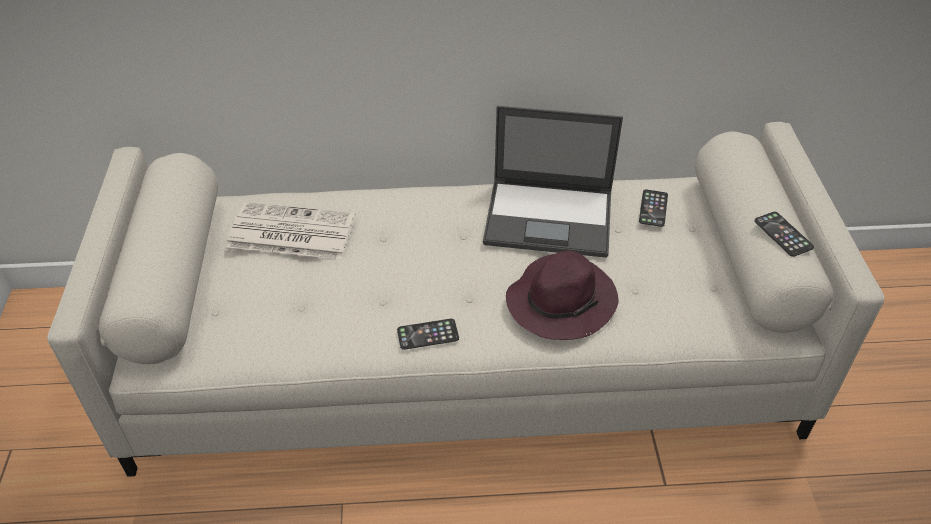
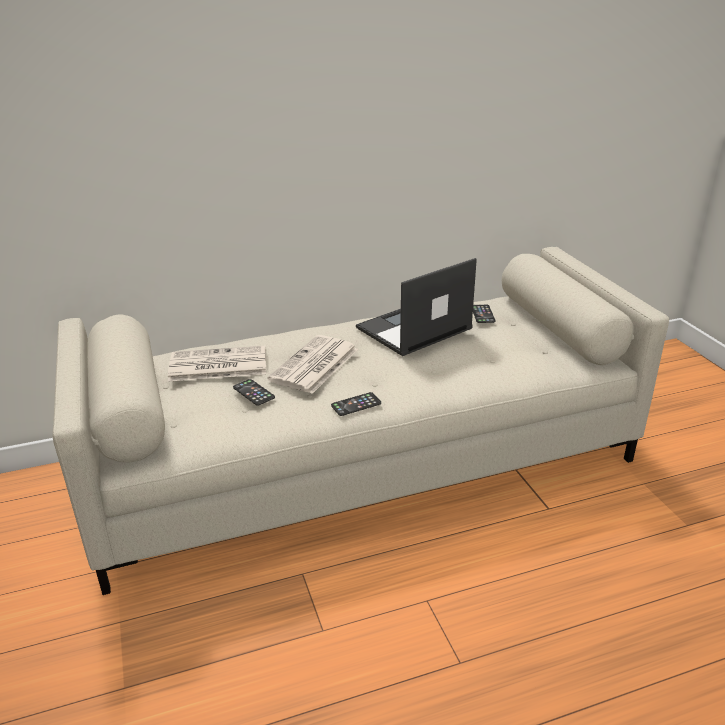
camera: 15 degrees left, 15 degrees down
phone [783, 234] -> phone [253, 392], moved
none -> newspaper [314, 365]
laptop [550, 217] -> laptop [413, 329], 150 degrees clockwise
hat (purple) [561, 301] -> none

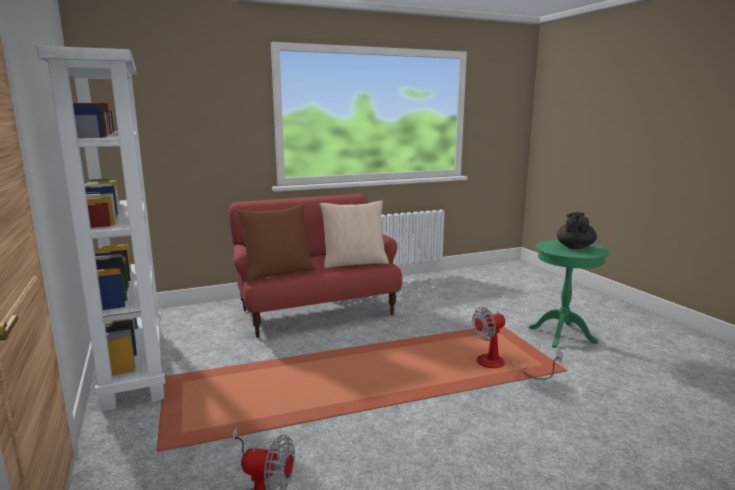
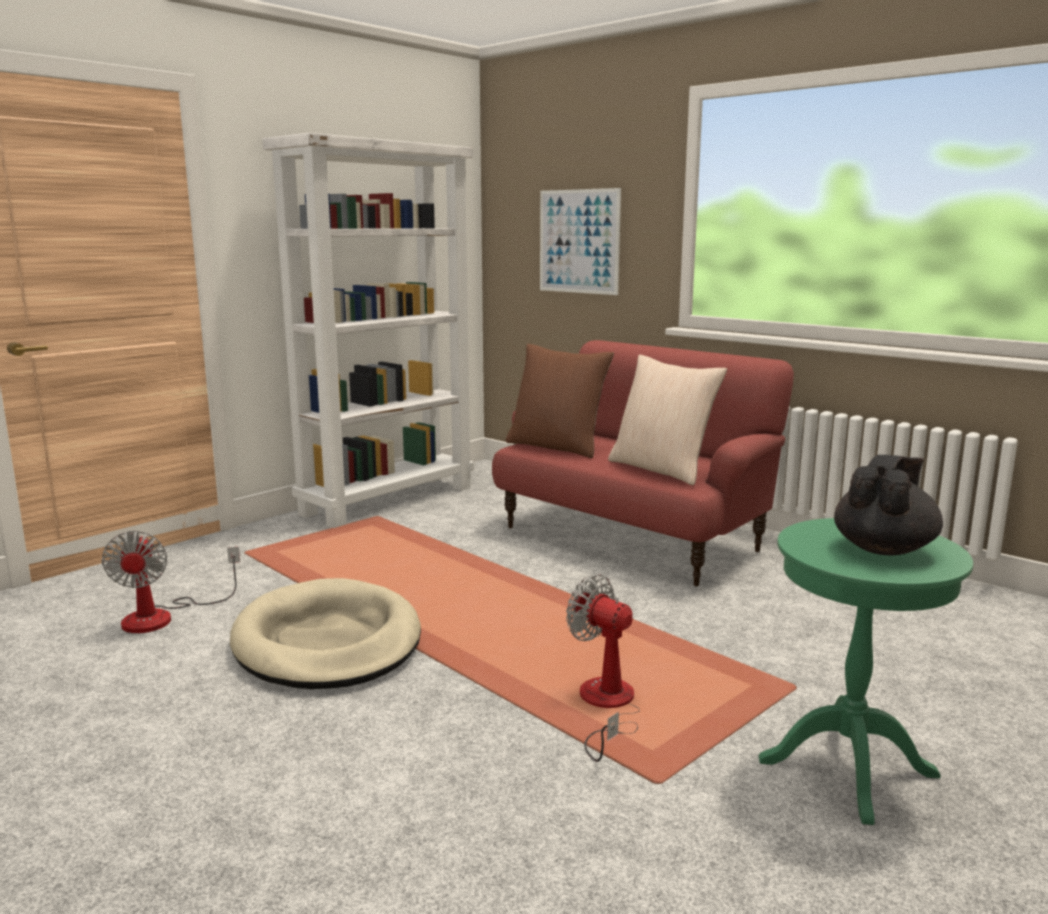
camera: 65 degrees right, 0 degrees up
none -> dog bed (beige) [328, 642]
none -> picture [579, 241]
teapot (black) [574, 247] -> teapot (black) [884, 549], 45 degrees counterclockwise

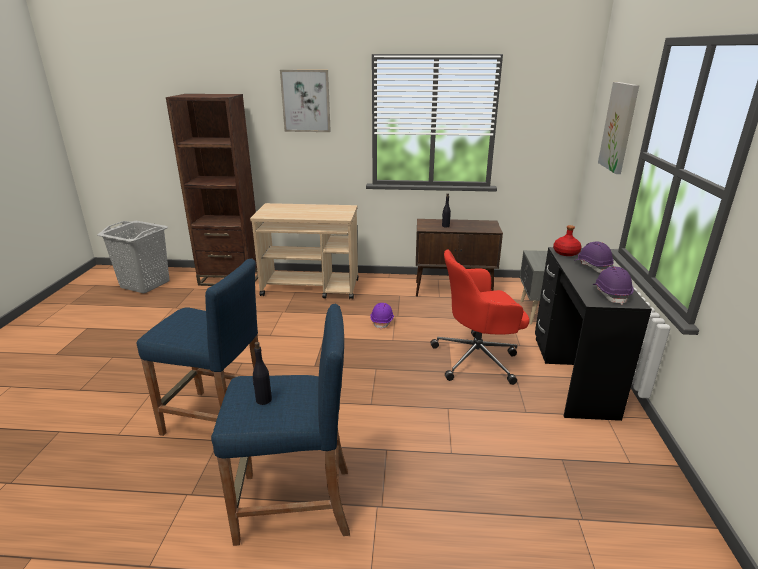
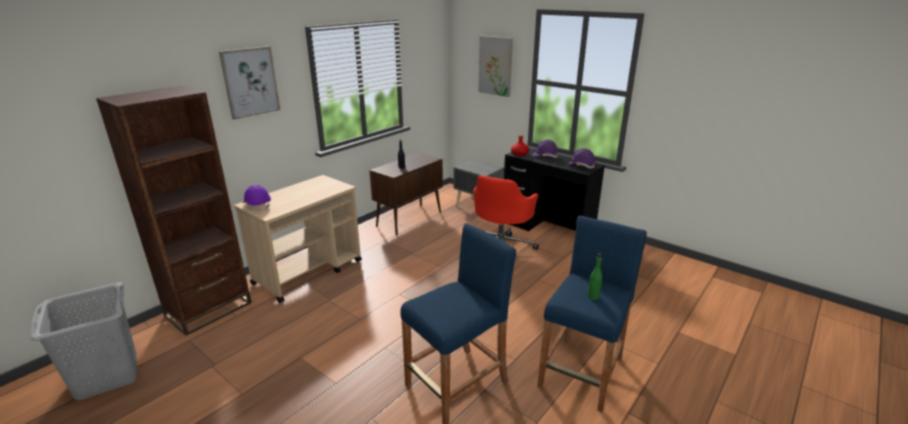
camera: 55 degrees left, 0 degrees up
hard hat (purple) [382, 321] -> hard hat (purple) [257, 205], moved
bottle (black) [263, 400] -> bottle (green) [593, 296]

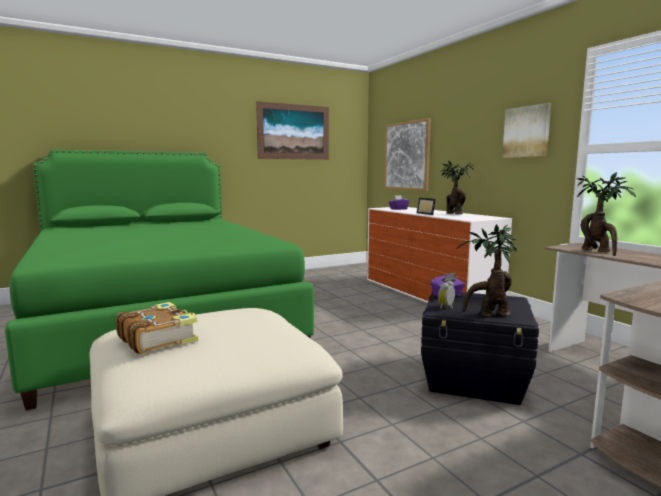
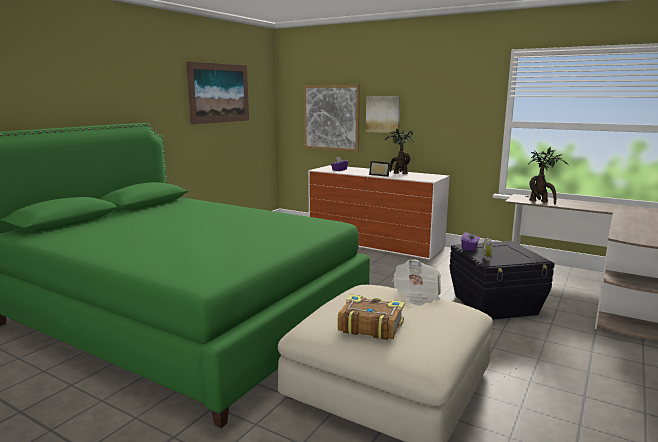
camera: 30 degrees left, 5 degrees up
picture [526, 132] -> picture [383, 114], moved
none -> newspaper [416, 295]
potted plant [489, 314] -> none

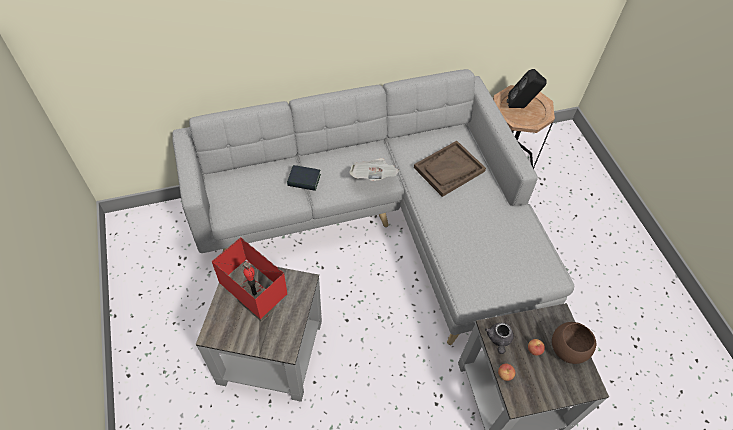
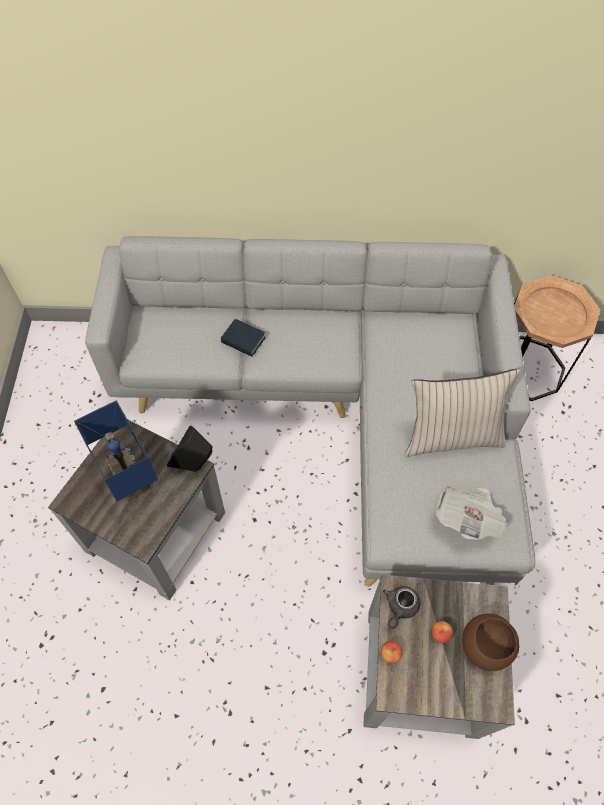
camera: 20 degrees right, 5 degrees up
table lamp (red) [255, 305] -> table lamp (blue) [128, 480]
speaker (black) [521, 107] -> speaker (black) [195, 467], moved
none -> pillow (beige) [451, 436]
newspaper [373, 177] -> newspaper [467, 518], moved
tray (brown) [449, 169] -> none

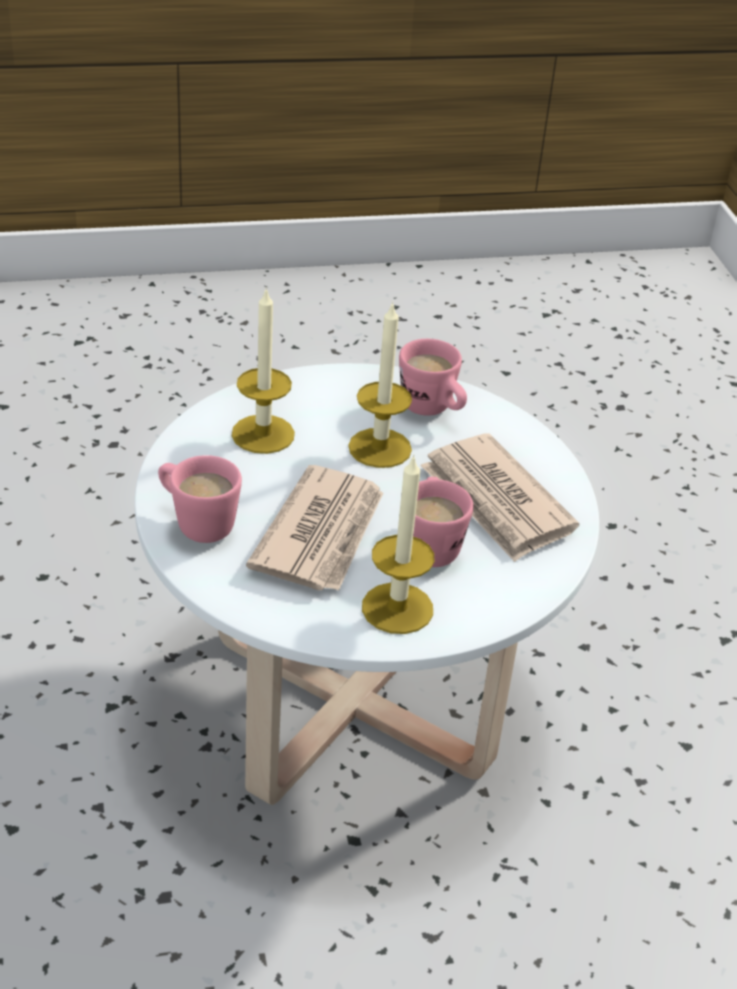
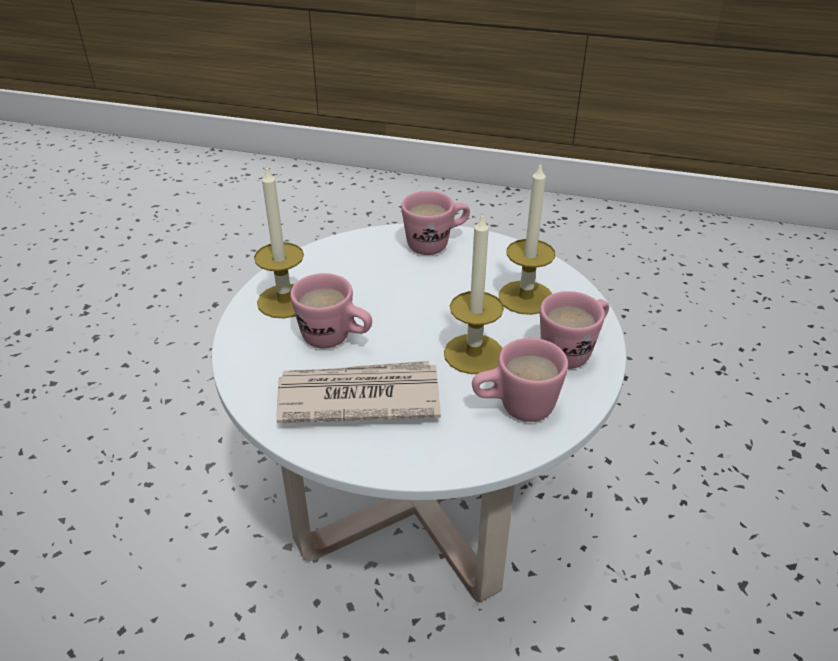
camera: 120 degrees right, 0 degrees up
none -> mug (pink) [573, 351]
newspaper [322, 534] -> none

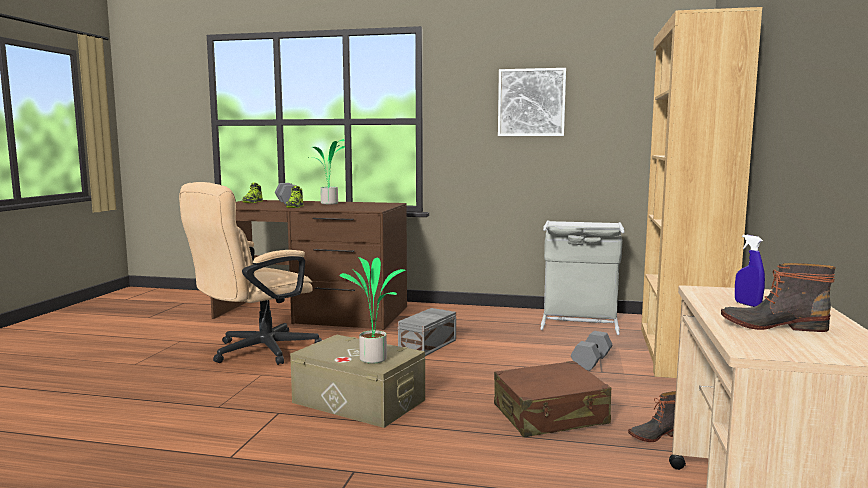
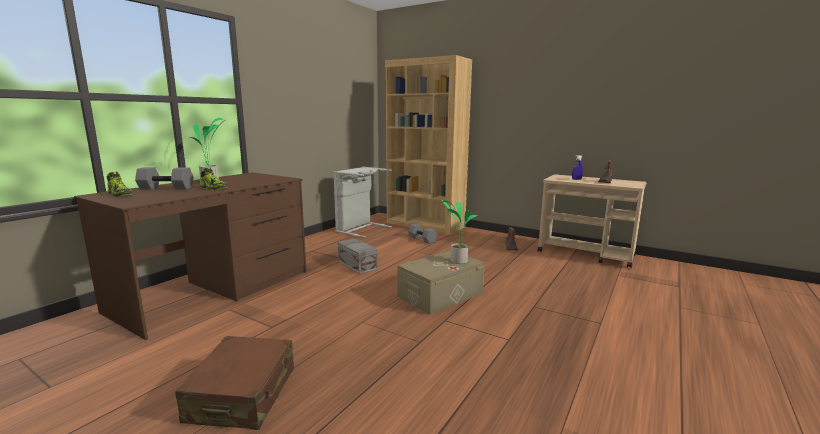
camera: 70 degrees left, 5 degrees up
suitcase (brown) [550, 415] -> suitcase (brown) [243, 394], moved
office chair (beige) [255, 352] -> none
picture [531, 102] -> none

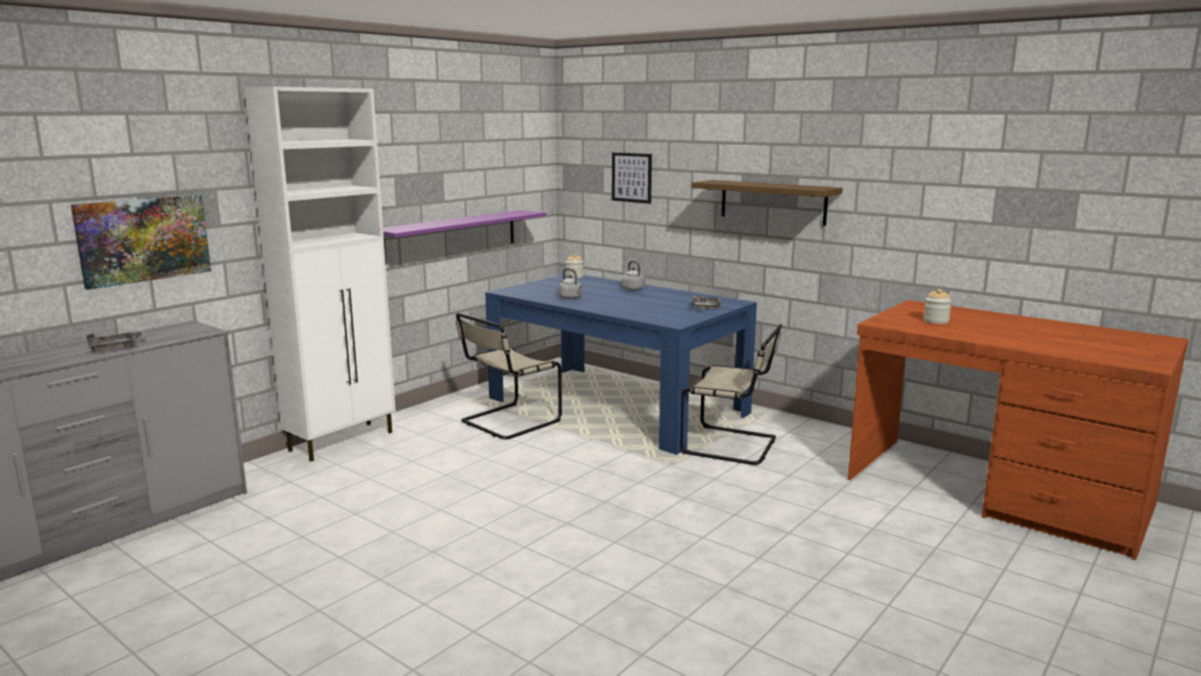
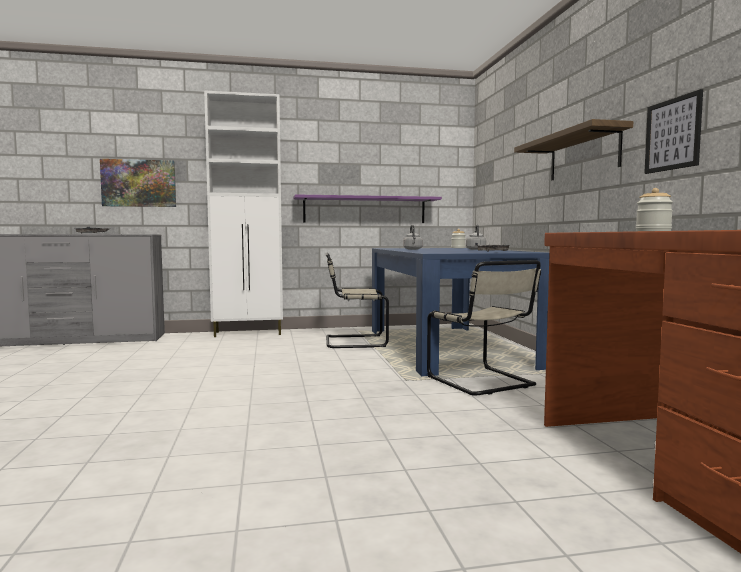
camera: 40 degrees right, 10 degrees down
picture [631, 177] -> picture [672, 134], moved

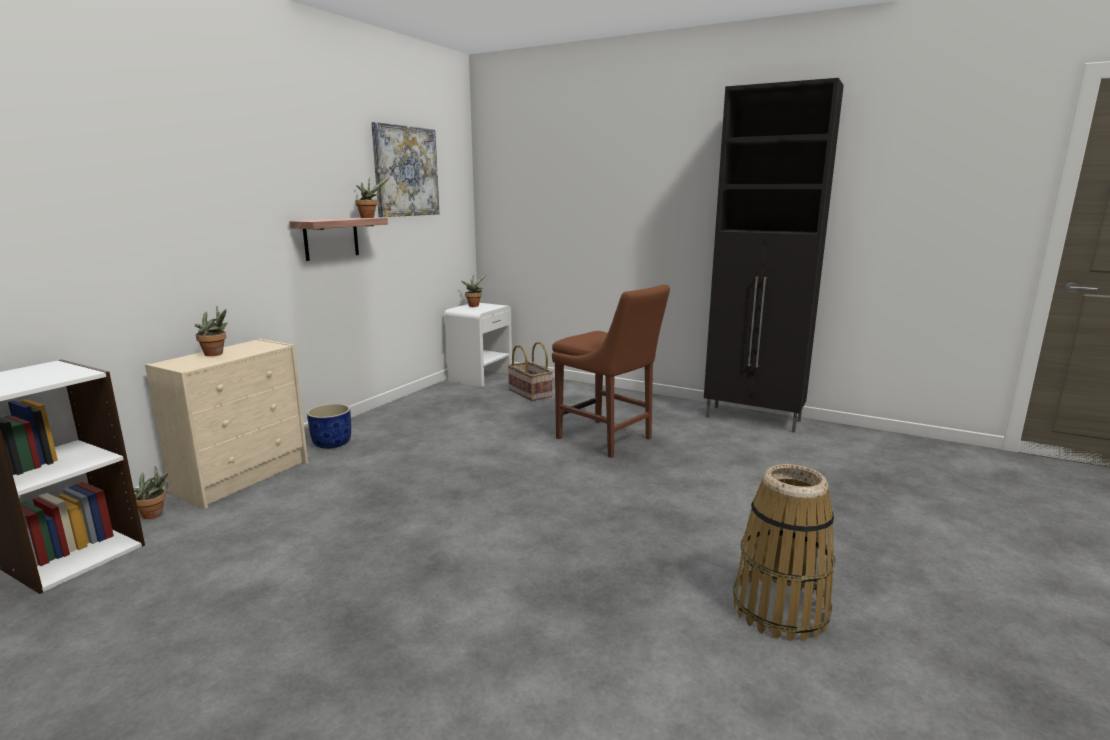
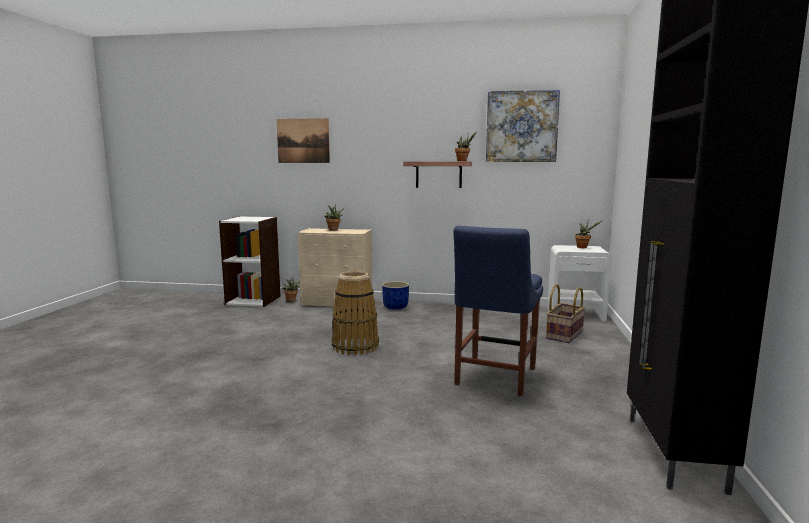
camera: 70 degrees right, 5 degrees down
none -> picture [303, 141]
basket [780, 610] -> basket [355, 346], moved
chair (brown) [607, 439] -> chair (blue) [494, 378]

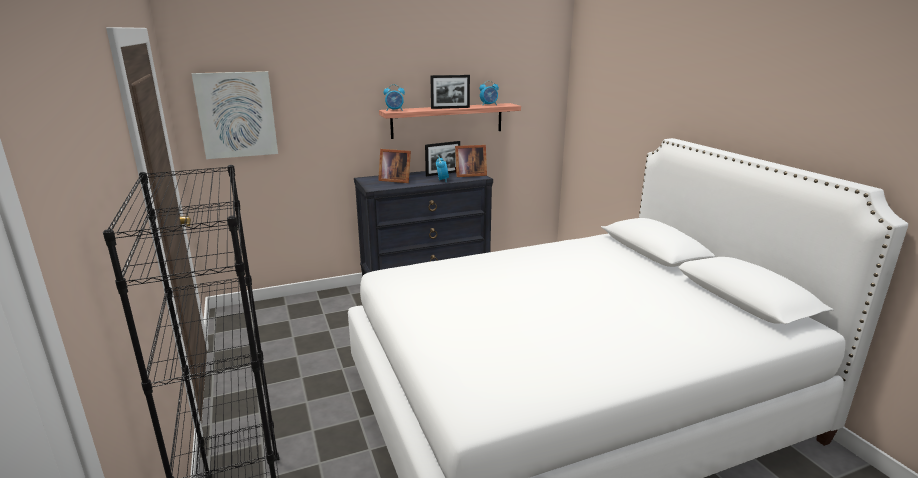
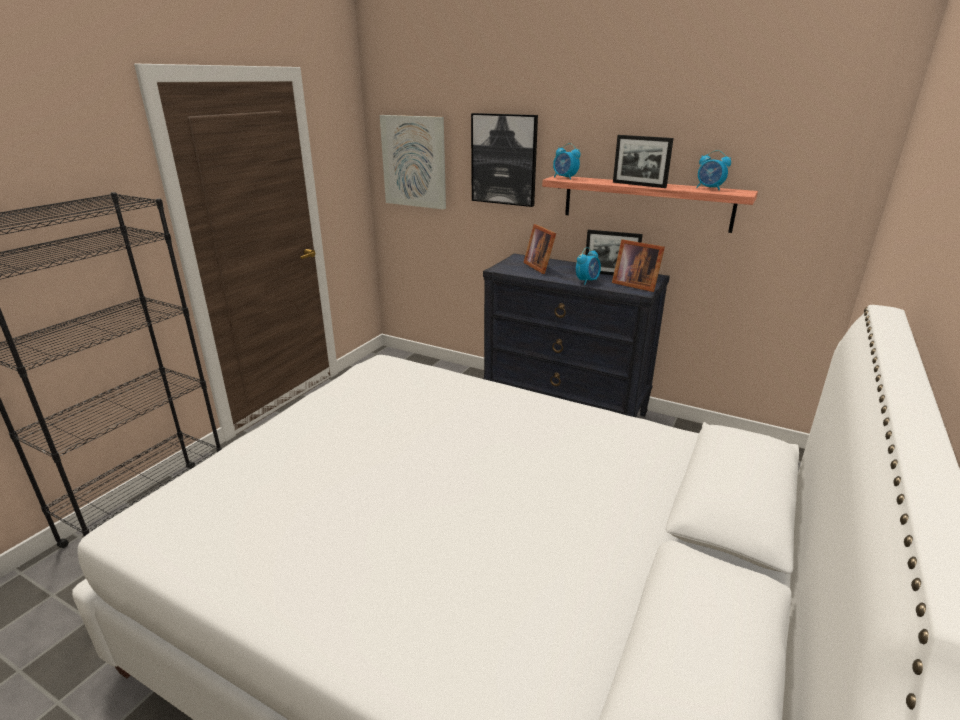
camera: 50 degrees right, 5 degrees up
none -> picture [504, 159]

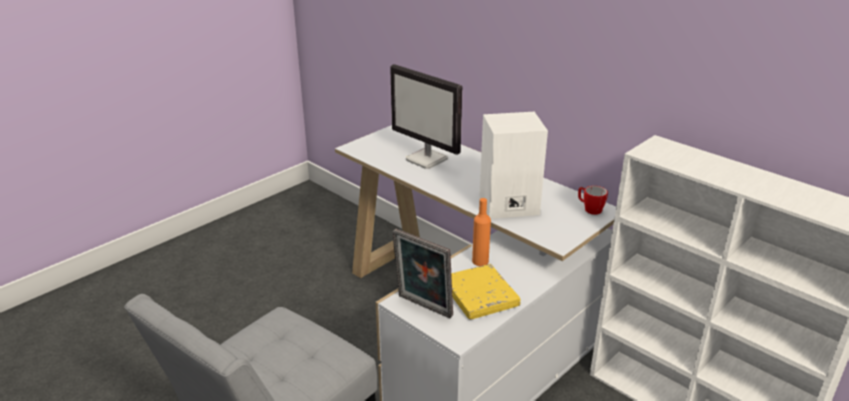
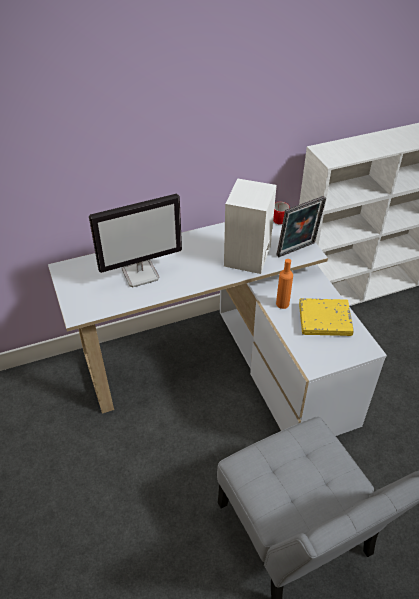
camera: 65 degrees left, 15 degrees up
picture frame [423, 307] -> picture frame [297, 250], moved

